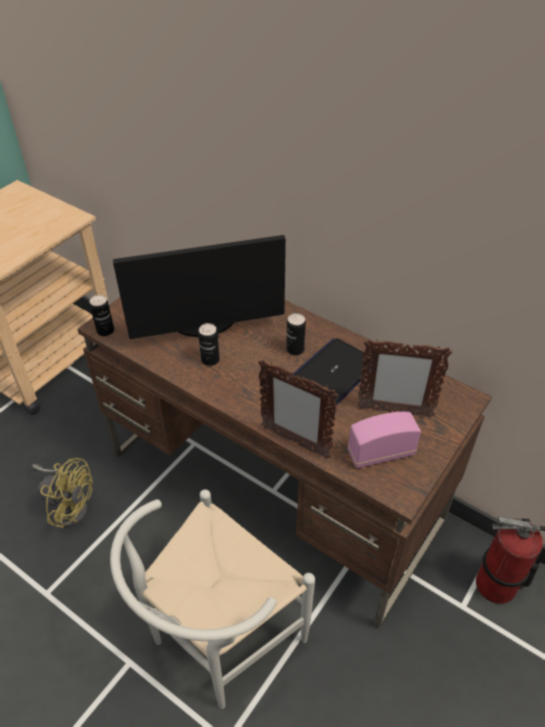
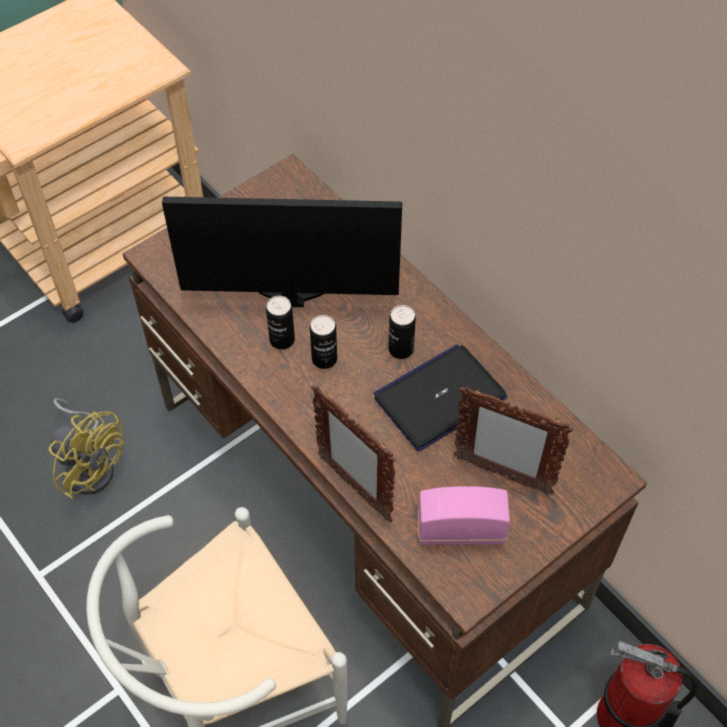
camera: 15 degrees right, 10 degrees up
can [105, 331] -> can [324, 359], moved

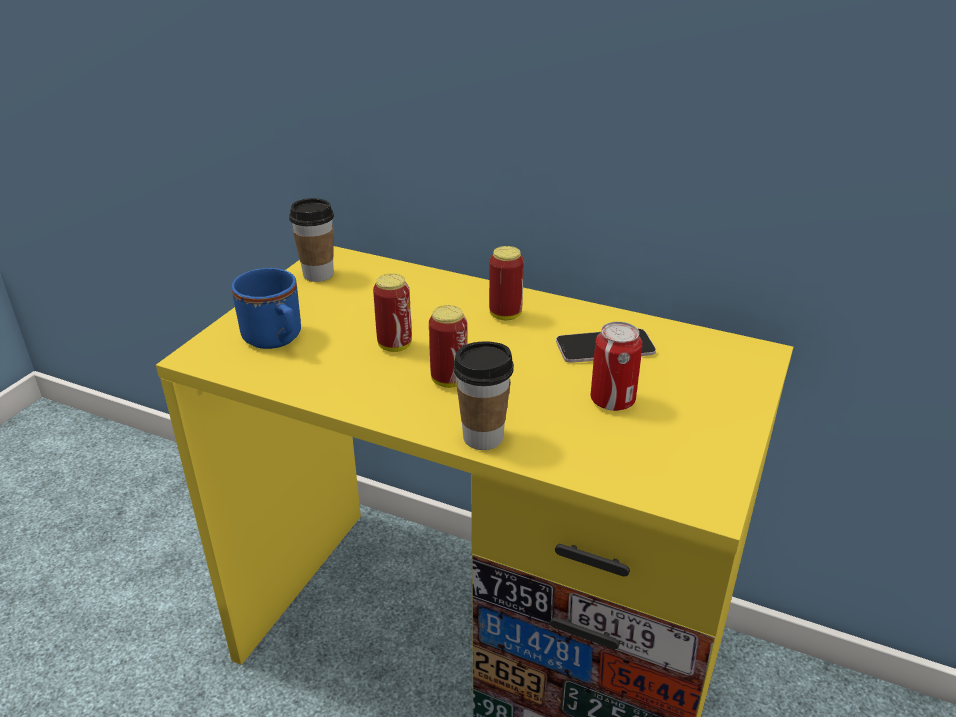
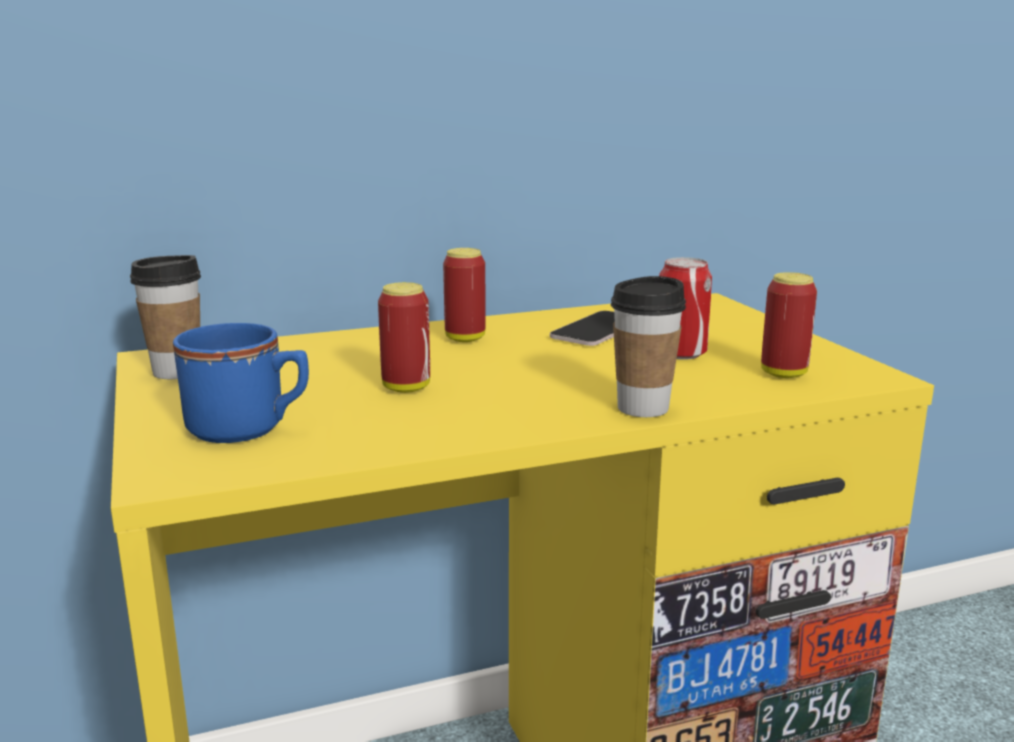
camera: 45 degrees left, 15 degrees down
can [449, 380] -> can [783, 373], moved

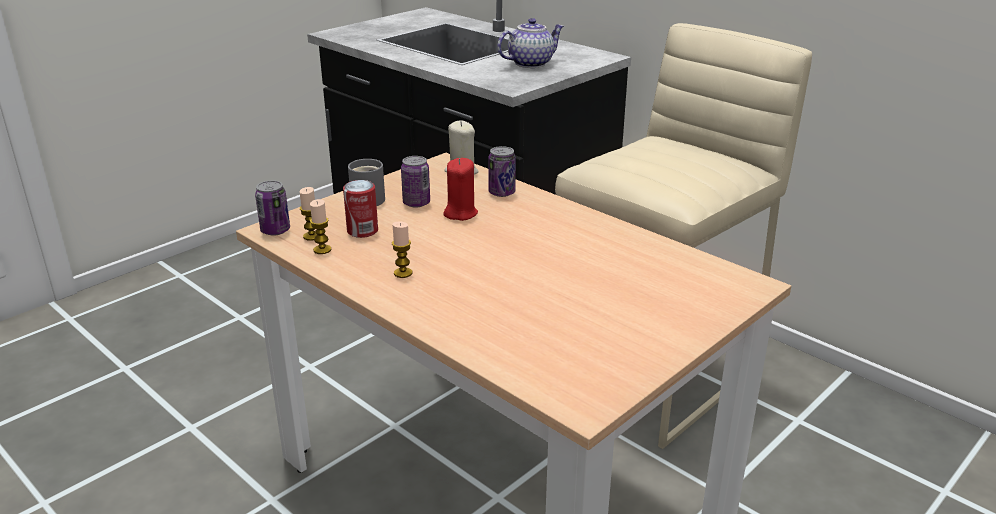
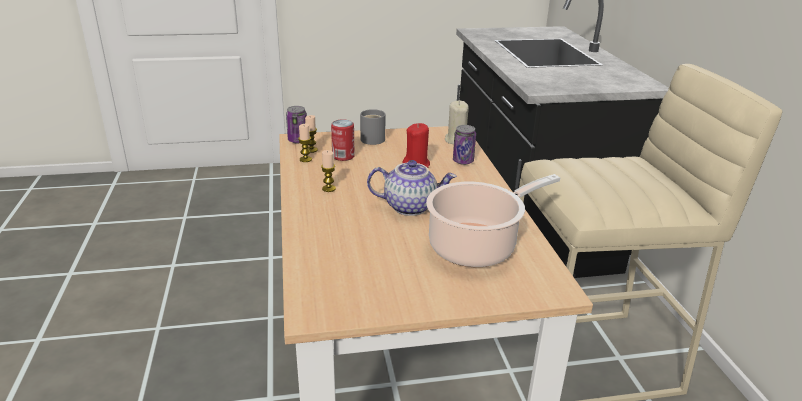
camera: 35 degrees right, 0 degrees up
teapot [530, 63] -> teapot [410, 206], moved
none -> cooking pot [477, 246]
can [416, 203] -> none

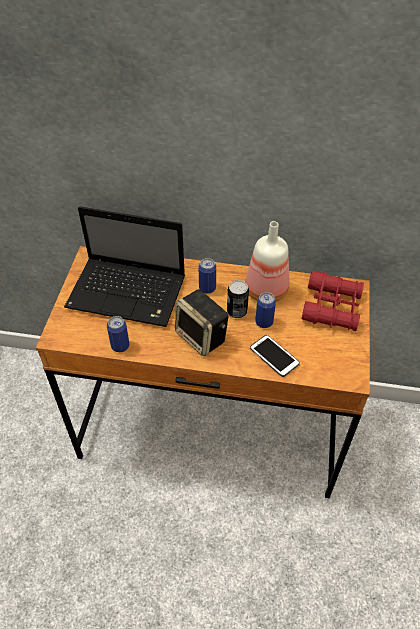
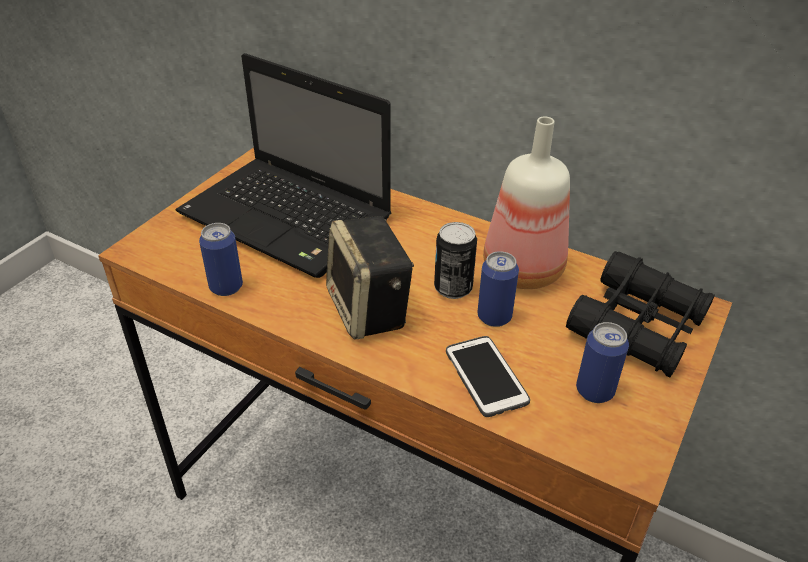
camera: 20 degrees right, 10 degrees down
binoculars (red) [332, 307] -> binoculars (black) [638, 326]
can [207, 288] -> can [594, 391], moved

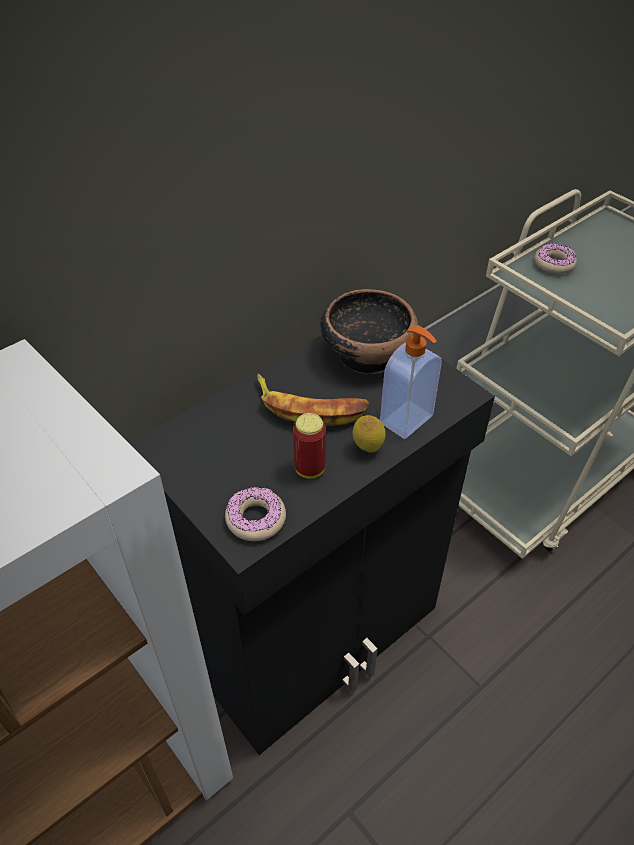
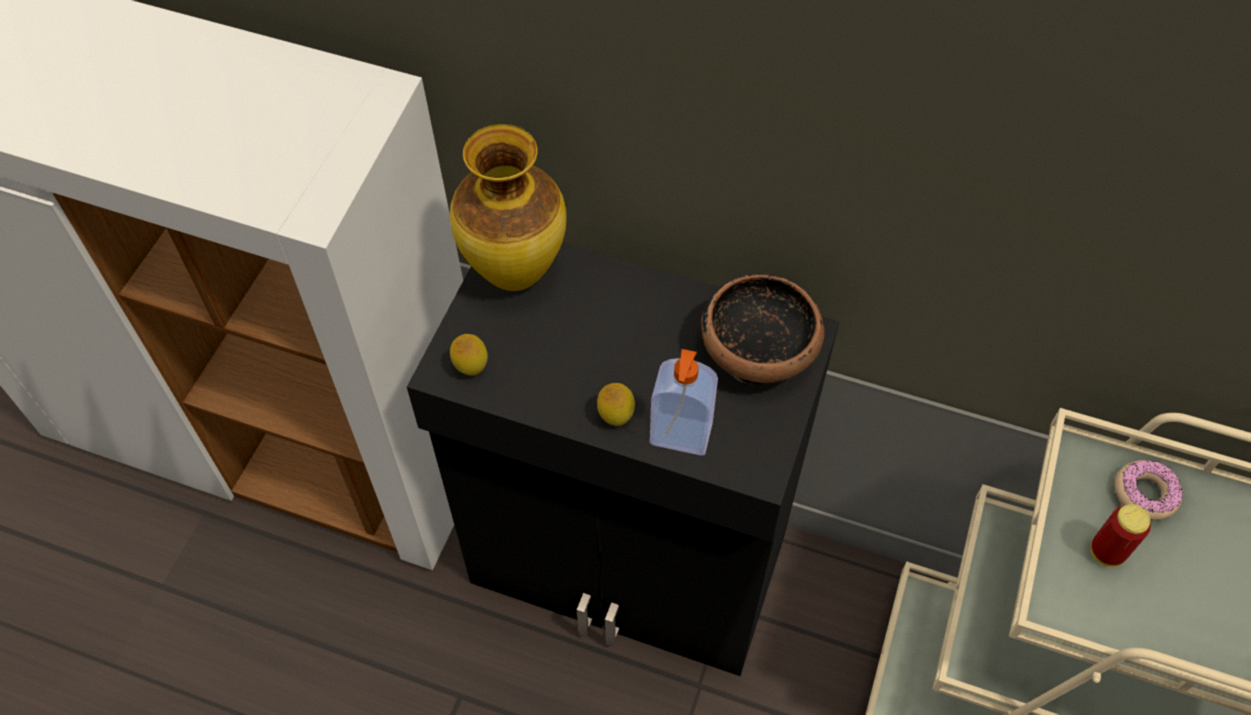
camera: 60 degrees right, 10 degrees up
none -> vase [514, 275]
donut [256, 519] -> lemon [471, 368]
can [309, 468] -> can [1107, 552], moved
banana [310, 407] -> none

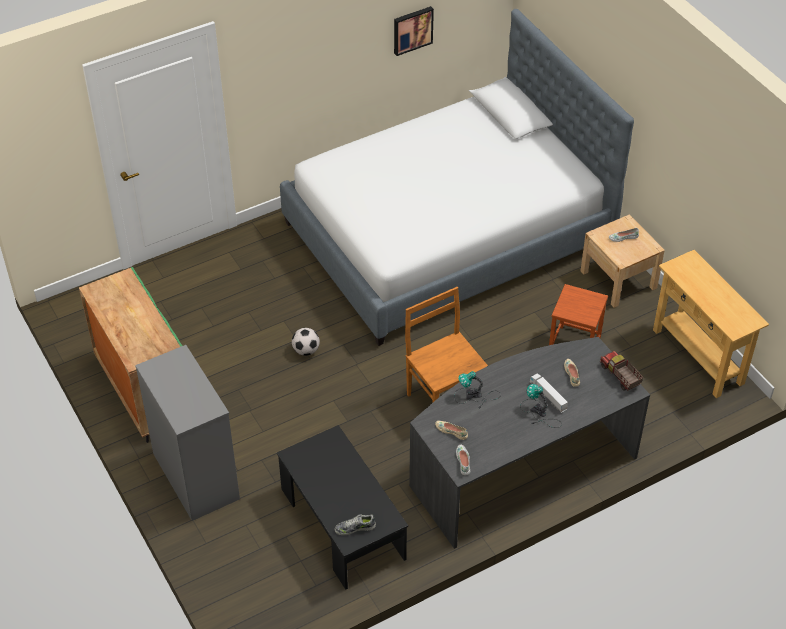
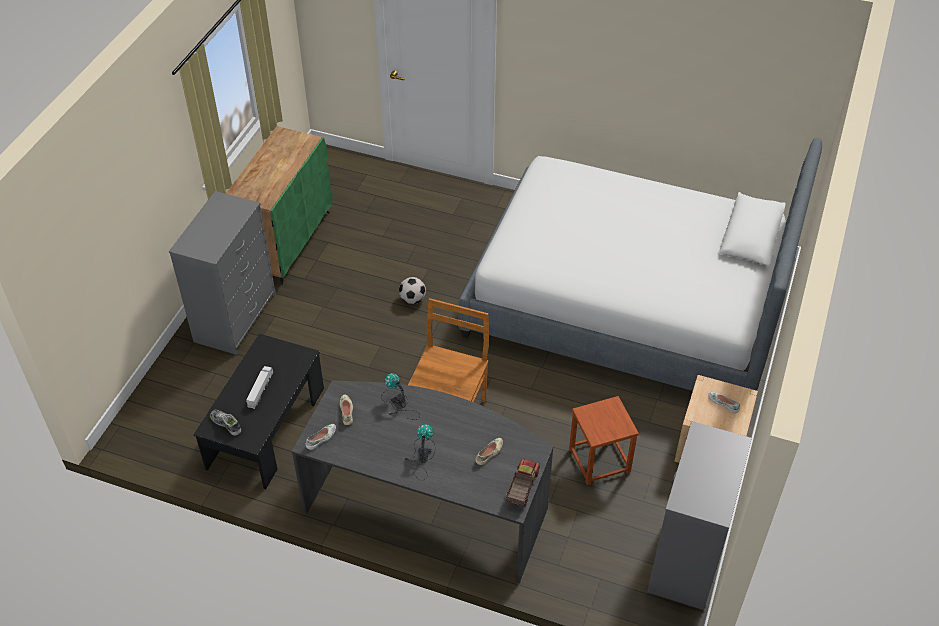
camera: 50 degrees right, 0 degrees up
toy truck [548, 396] -> toy truck [260, 390], moved
console table (beige) [698, 356] -> dresser (grey) [687, 559]
picture [412, 29] -> none

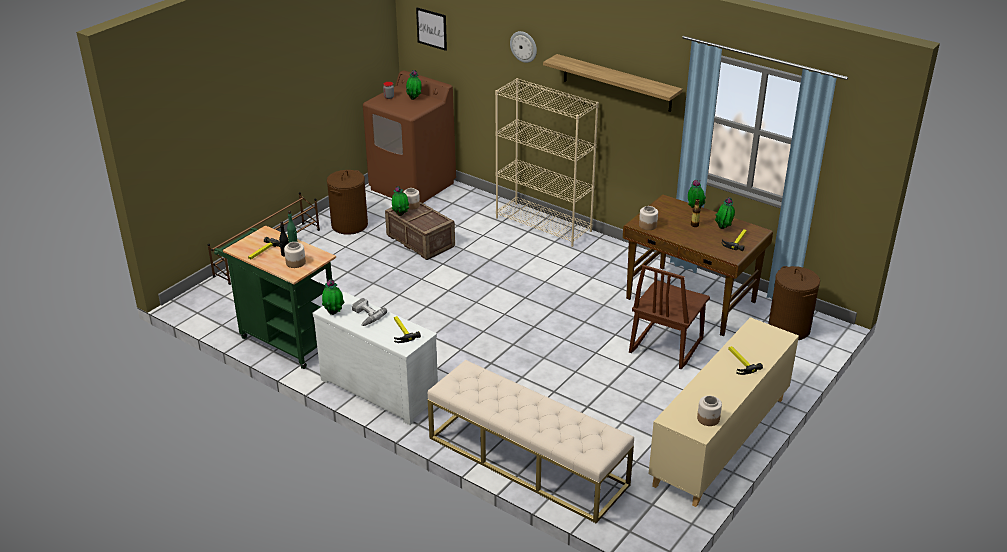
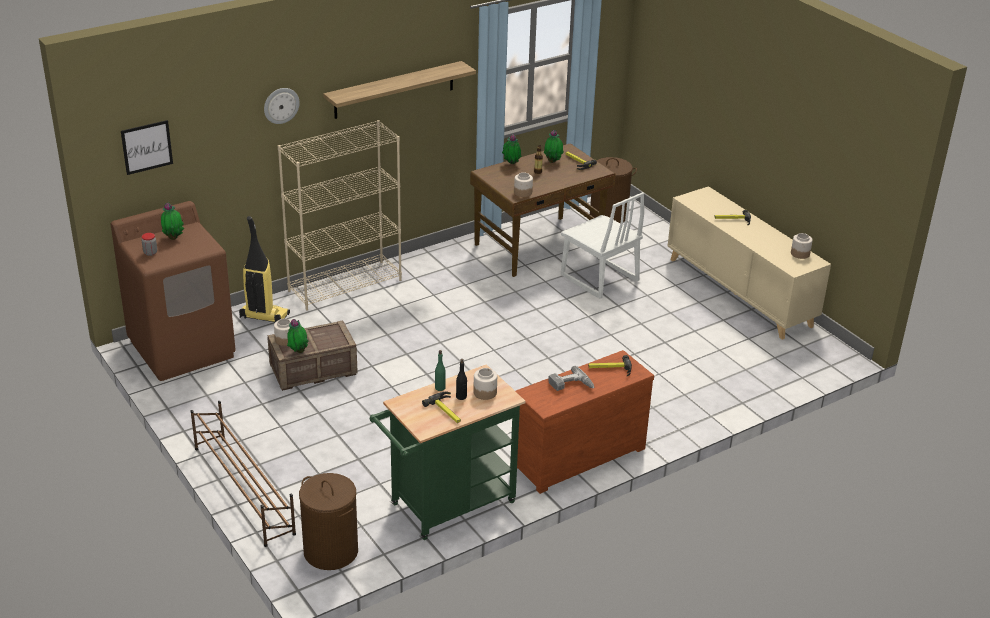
camera: 70 degrees left, 0 degrees up
none -> vacuum cleaner [263, 316]
laundry basket (brown) [349, 225] -> laundry basket (brown) [330, 551], moved
dresser (white) [381, 388] -> dresser (brown) [577, 455]
chair (brown) [665, 346] -> chair (white) [599, 279]
potted plant [334, 312] -> none
bench (beige) [527, 461] -> none

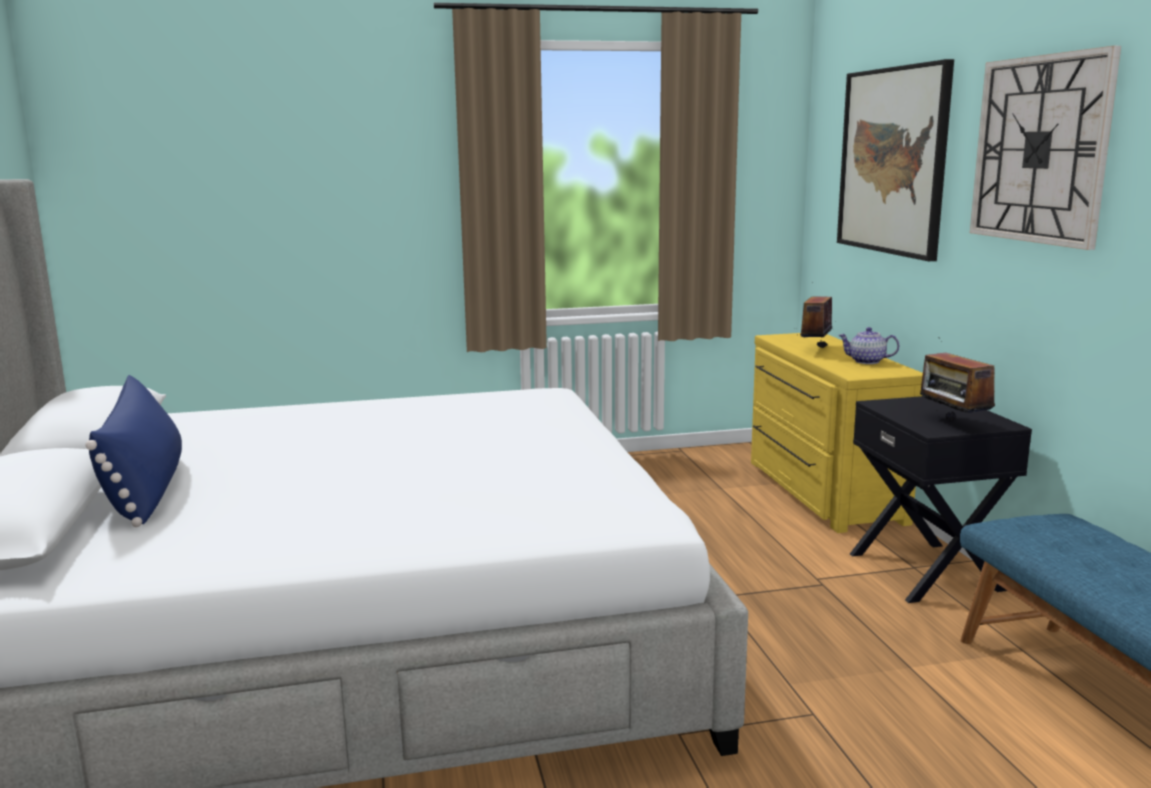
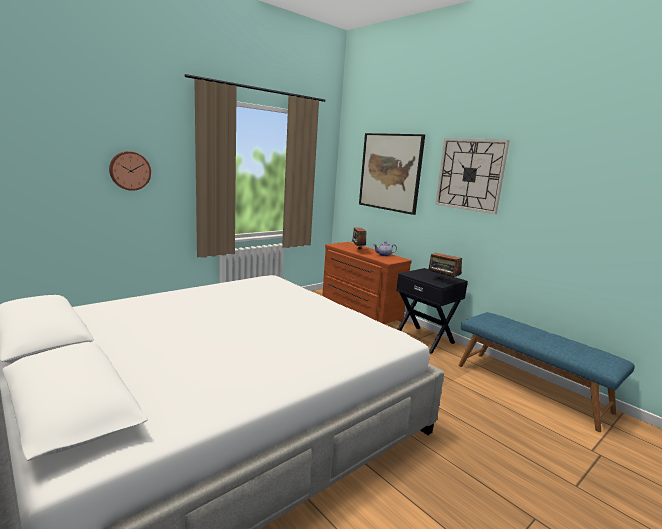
camera: 30 degrees left, 0 degrees up
none -> wall clock [130, 170]
dresser (yellow) [819, 491] -> dresser (brown) [359, 310]
pillow (blue) [146, 488] -> none

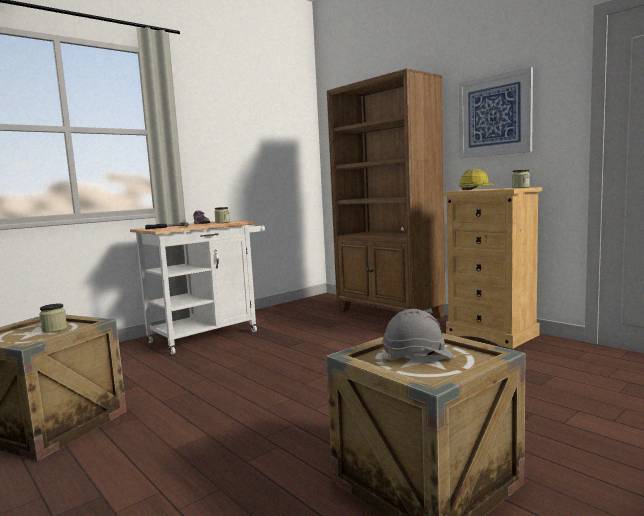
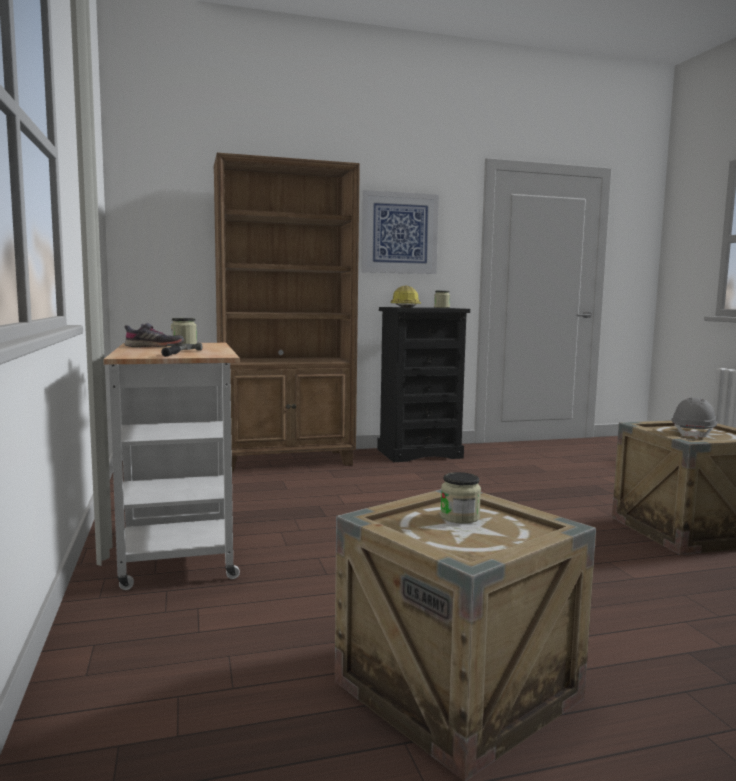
camera: 65 degrees left, 0 degrees up
dresser (beige) [492, 334] -> dresser (black) [419, 453]

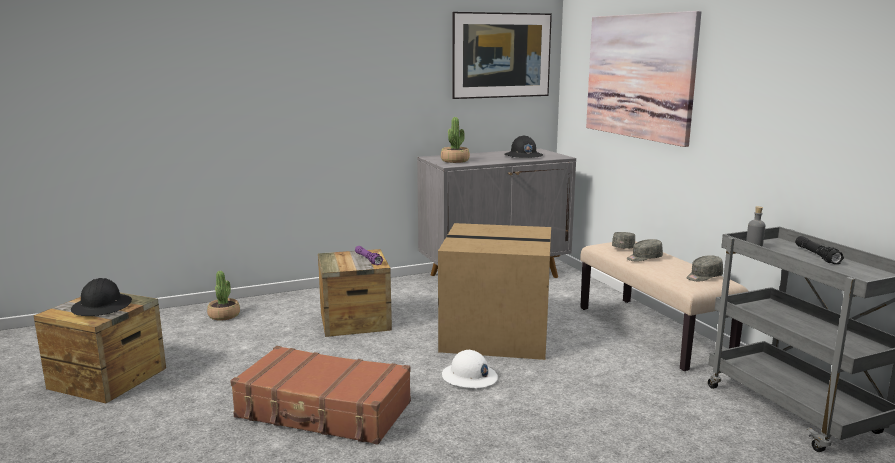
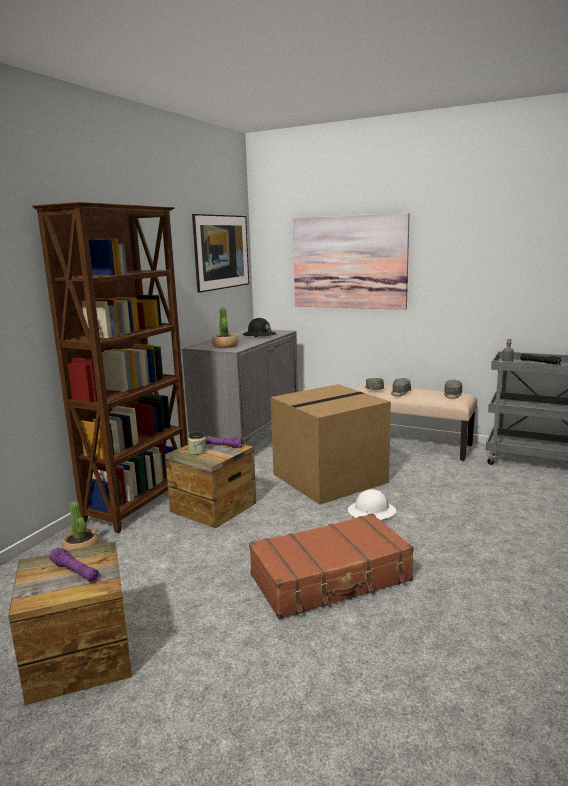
camera: 40 degrees left, 0 degrees up
none -> bookcase (brown) [141, 502]
hard hat (black) [102, 306] -> flashlight (purple) [75, 572]
none -> jar [197, 451]

